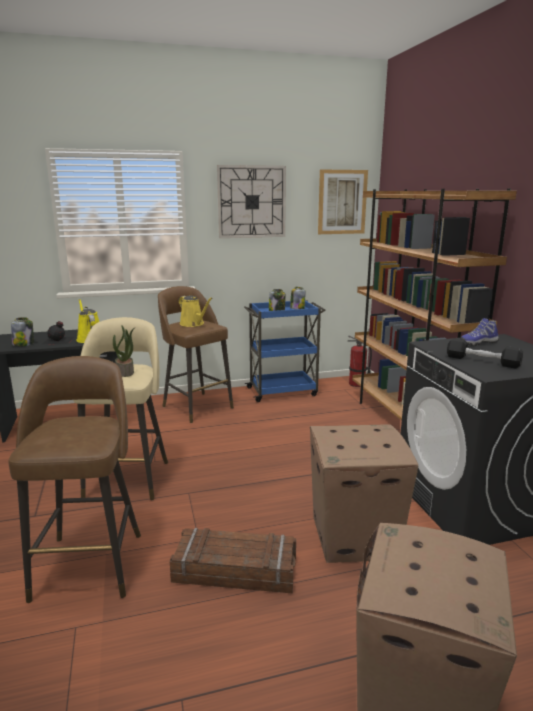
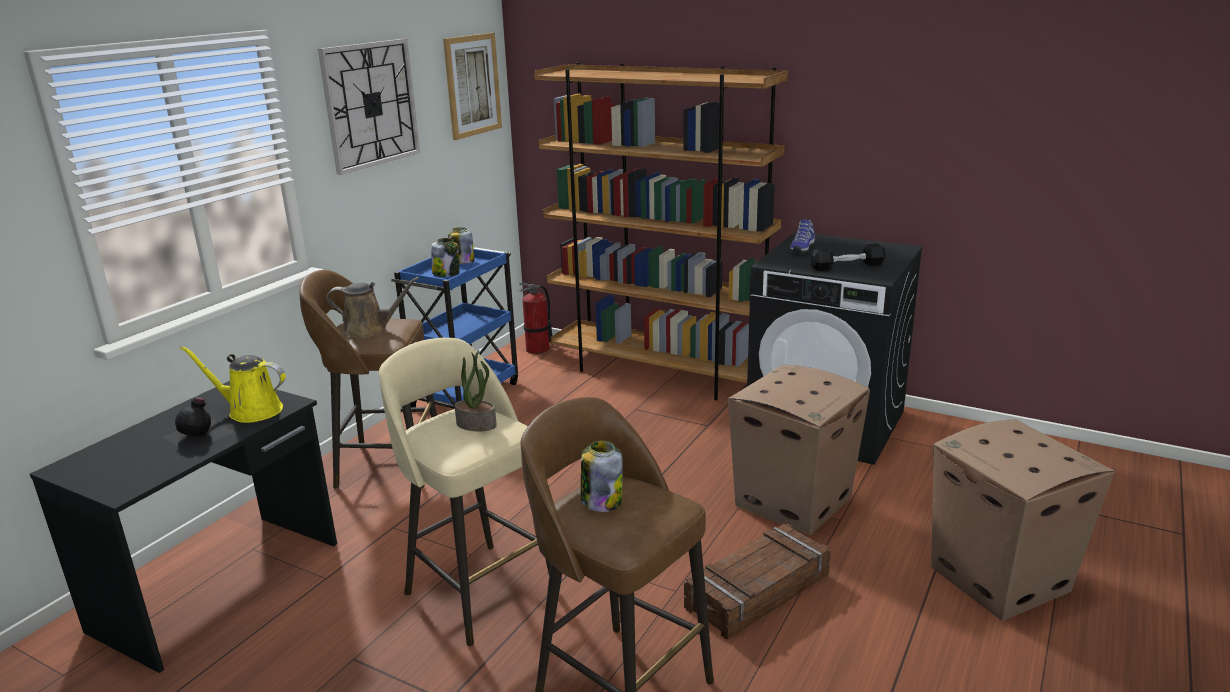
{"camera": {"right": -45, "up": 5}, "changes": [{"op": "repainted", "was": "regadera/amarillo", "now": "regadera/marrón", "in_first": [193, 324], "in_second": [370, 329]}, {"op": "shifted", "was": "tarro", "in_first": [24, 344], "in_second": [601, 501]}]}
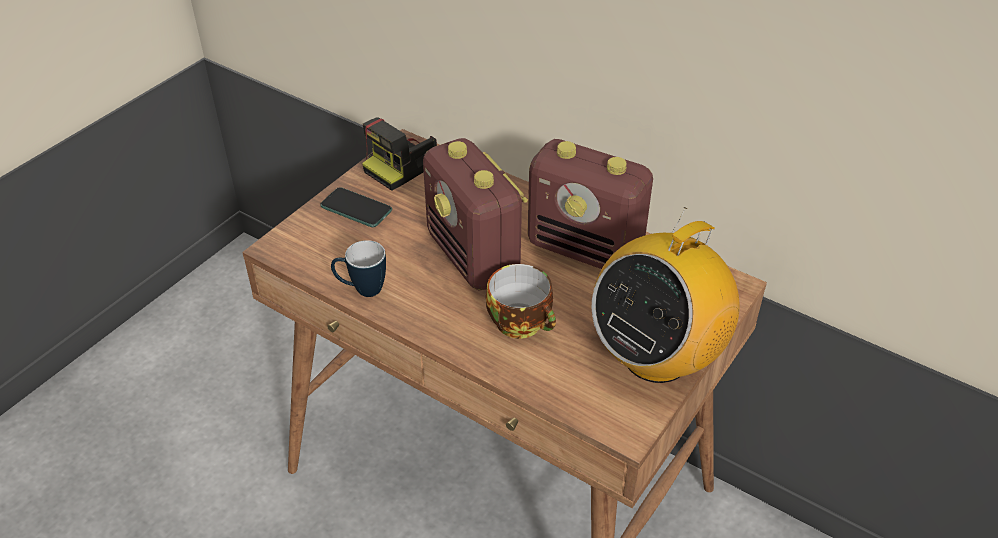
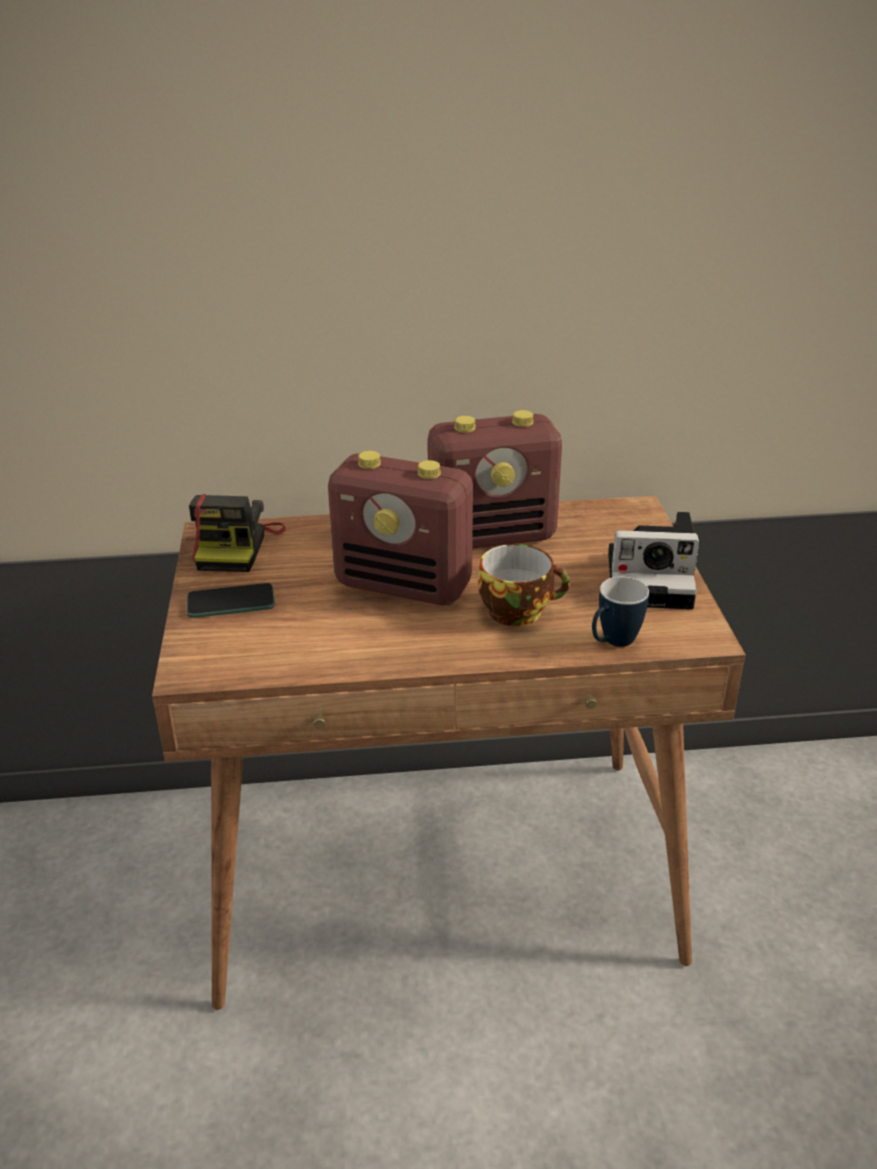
{"camera": {"right": -40, "up": -10}, "changes": [{"op": "swapped", "was": "radio", "now": "cámara", "in_first": [656, 356], "in_second": [653, 579]}, {"op": "shifted", "was": "taza grande", "in_first": [361, 290], "in_second": [612, 643]}]}
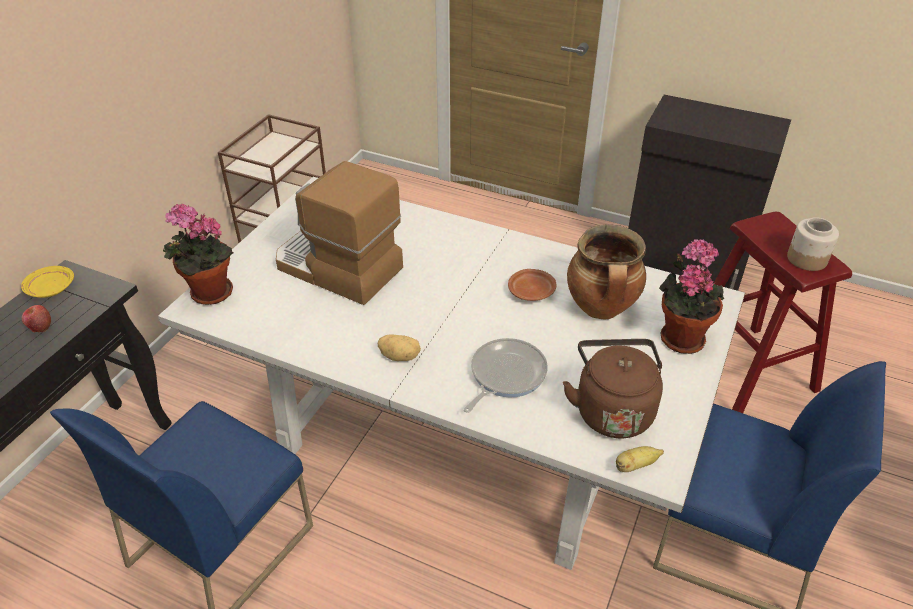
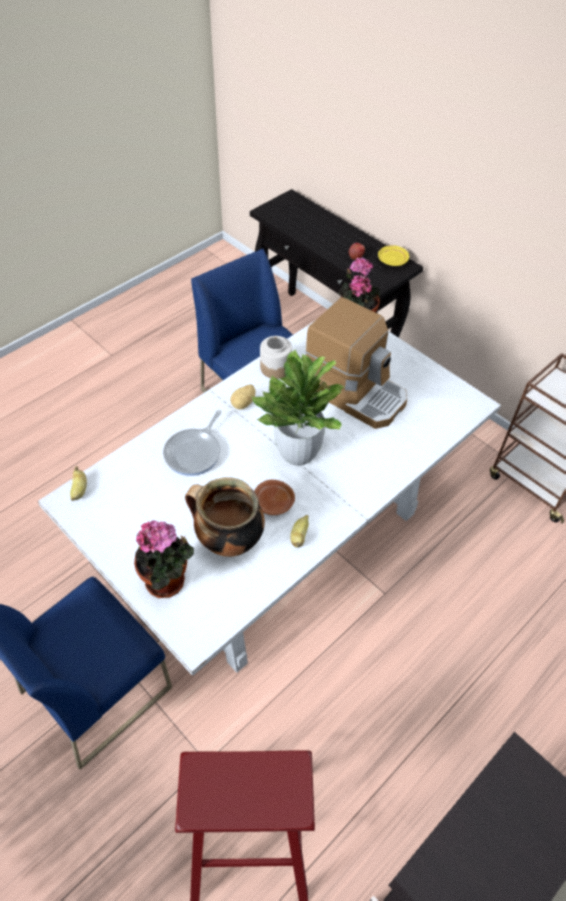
{"camera": {"right": 110, "up": 10}, "changes": [{"op": "rotated", "was": "cafetera", "in_first": [337, 269], "in_second": [356, 392], "clockwise": 75}, {"op": "shifted", "was": "tarro", "in_first": [806, 259], "in_second": [275, 367]}, {"op": "rotated", "was": "sartén", "in_first": [505, 375], "in_second": [195, 452], "clockwise": 60}, {"op": "gone", "was": "hervidor/marrón", "in_first": [612, 409]}, {"op": "new", "now": "planta en maceta", "in_second": [298, 453]}, {"op": "new", "now": "plátano", "in_second": [299, 536]}]}
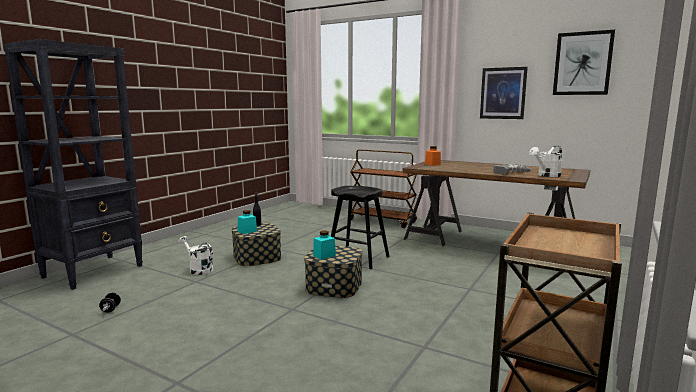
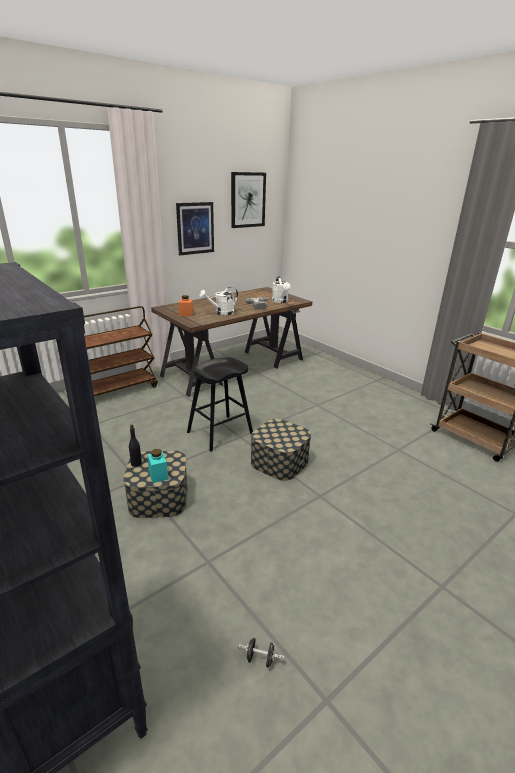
{"camera": {"right": -70, "up": 15}, "changes": [{"op": "gone", "was": "tarro/turquesa", "in_first": [324, 255]}, {"op": "shifted", "was": "regadera/blanco", "in_first": [198, 269], "in_second": [221, 313]}]}
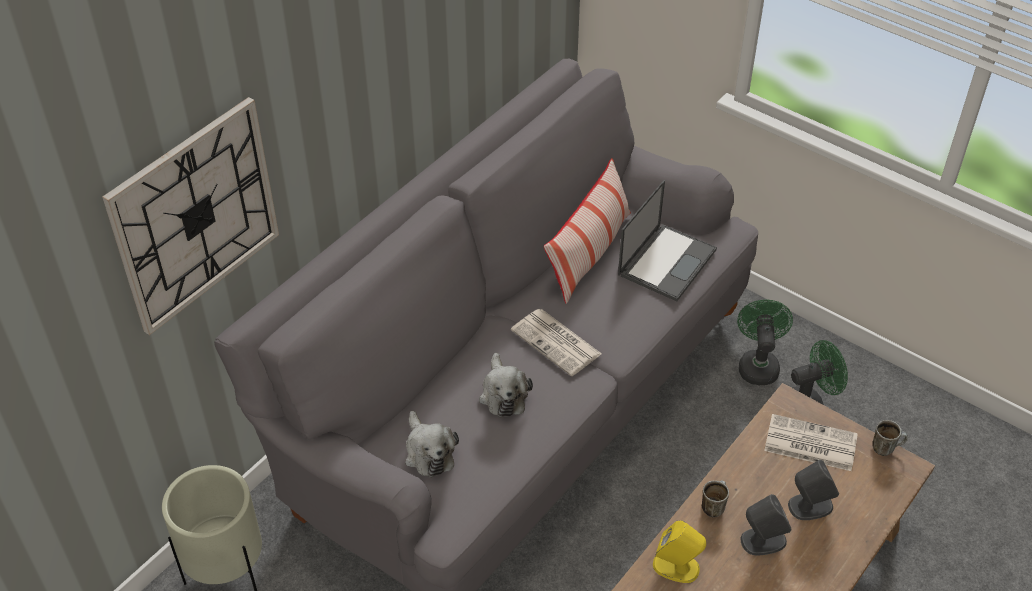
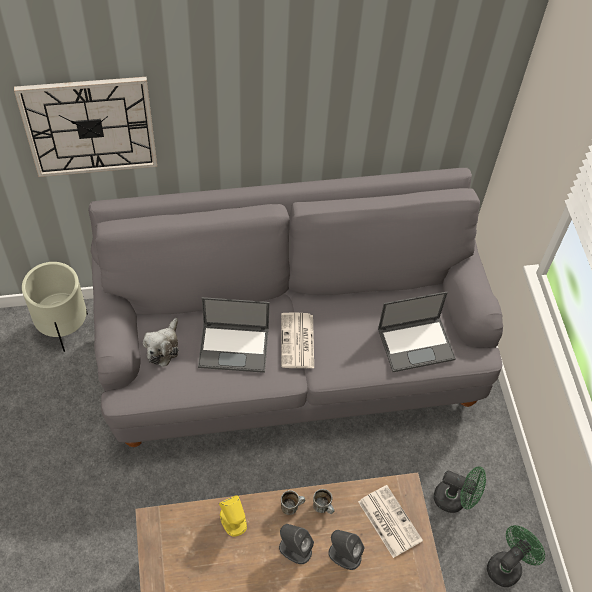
{"camera": {"right": 40, "up": 10}, "changes": [{"op": "gone", "was": "cojín", "in_first": [589, 253]}, {"op": "shifted", "was": "ventilador/verde", "in_first": [757, 364], "in_second": [507, 565]}, {"op": "swapped", "was": "peluche", "now": "portátil", "in_first": [503, 394], "in_second": [235, 347]}, {"op": "shifted", "was": "taza grande", "in_first": [886, 448], "in_second": [323, 507]}]}
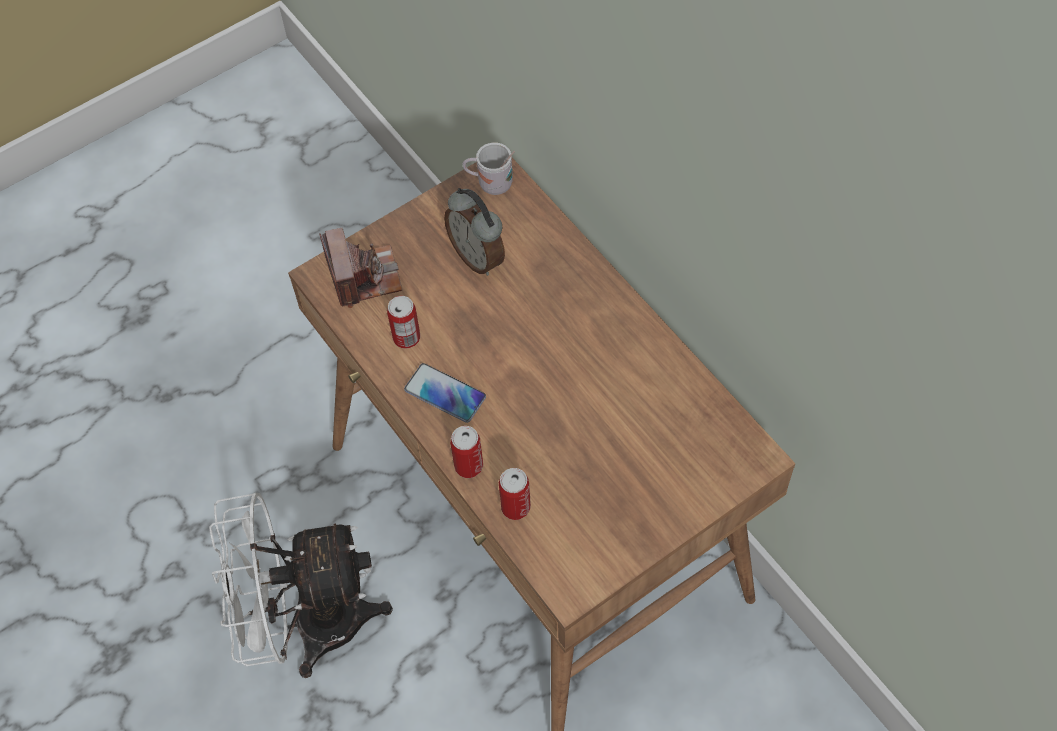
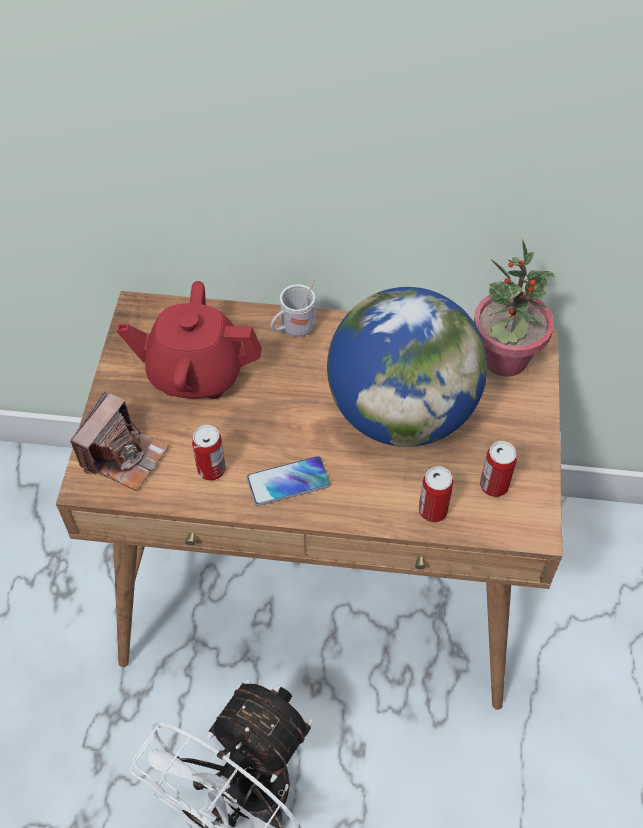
{"camera": {"right": -50, "up": -5}, "changes": [{"op": "shifted", "was": "taza grande/blanco", "in_first": [490, 183], "in_second": [293, 329]}, {"op": "swapped", "was": "despertador", "now": "tetera/rojo", "in_first": [478, 256], "in_second": [195, 373]}, {"op": "rotated", "was": "cámara", "in_first": [364, 276], "in_second": [124, 456], "clockwise": 90}, {"op": "shifted", "was": "lata", "in_first": [468, 466], "in_second": [494, 485]}, {"op": "new", "now": "planta en maceta", "in_second": [504, 359]}, {"op": "new", "now": "globo terráqueo", "in_second": [401, 412]}]}
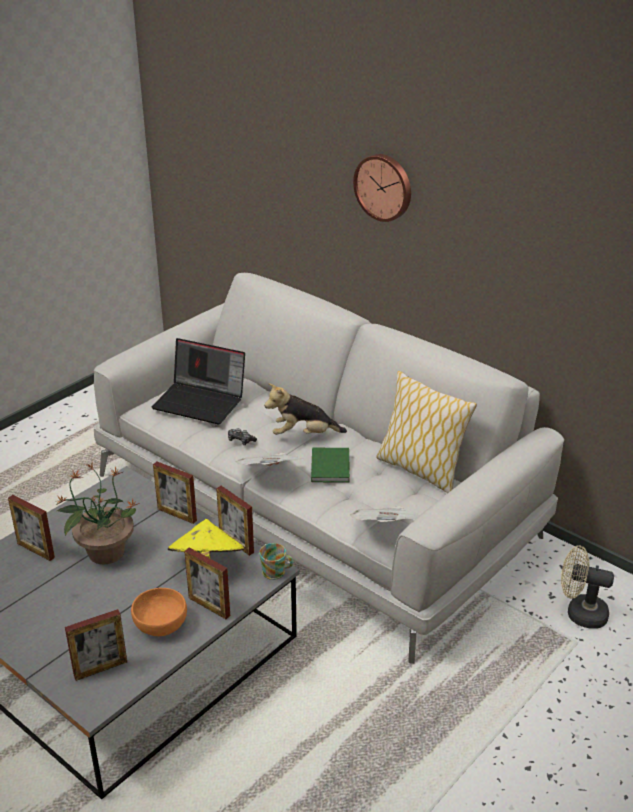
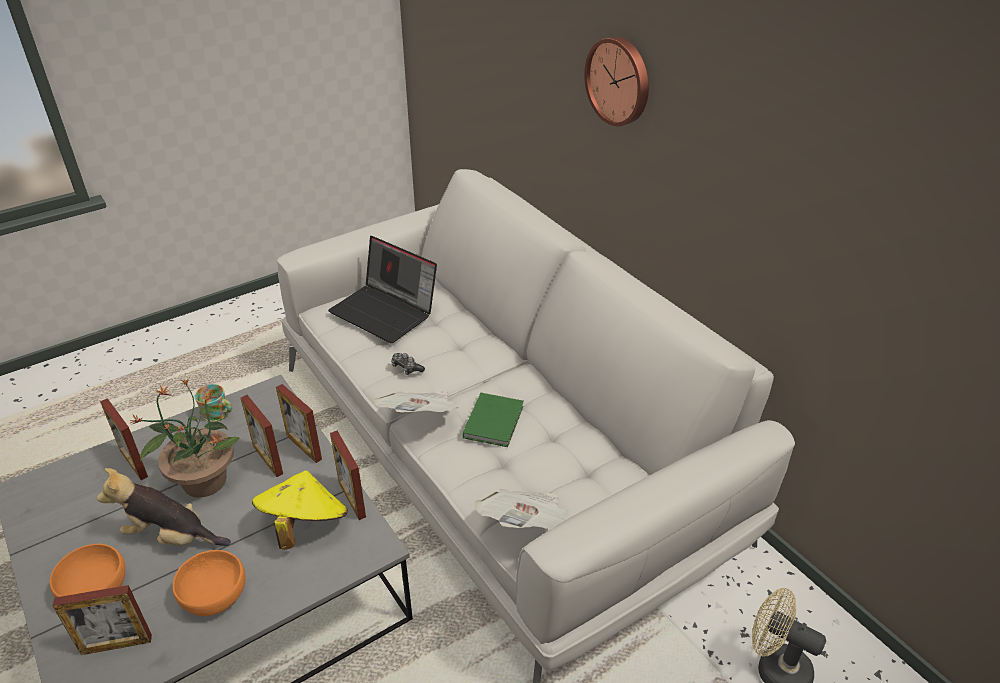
{"camera": {"right": 15, "up": 5}, "changes": [{"op": "gone", "was": "cojín", "in_first": [420, 470]}, {"op": "shifted", "was": "peluche", "in_first": [303, 435], "in_second": [171, 537]}, {"op": "shifted", "was": "taza grande", "in_first": [277, 572], "in_second": [218, 415]}, {"op": "shifted", "was": "portarretratos", "in_first": [209, 606], "in_second": [268, 460]}, {"op": "new", "now": "cuenco/naranja", "in_second": [94, 589]}]}
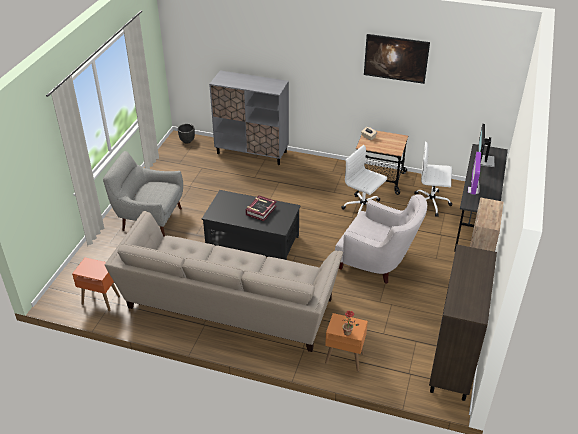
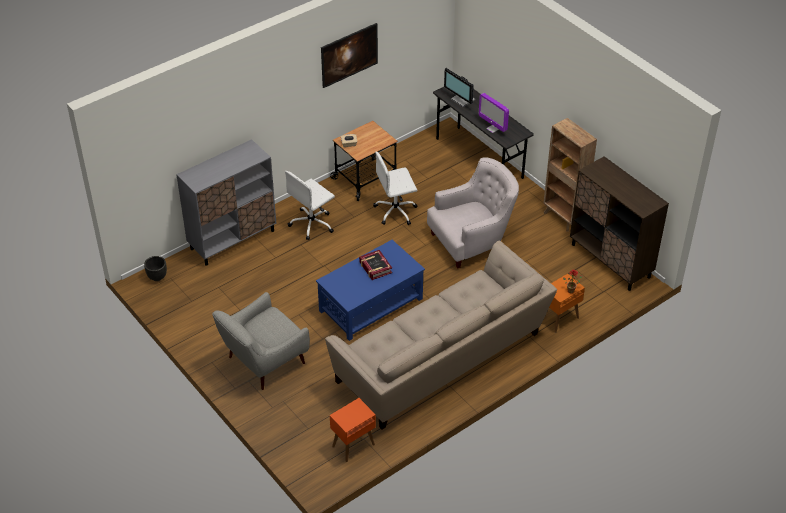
{"camera": {"right": -55, "up": 5}, "changes": [{"op": "shifted", "was": "silla de oficina/blanco", "in_first": [431, 203], "in_second": [312, 224]}, {"op": "repainted", "was": "mesa de centro/negro", "now": "mesa de centro/azul", "in_first": [252, 241], "in_second": [370, 305]}]}
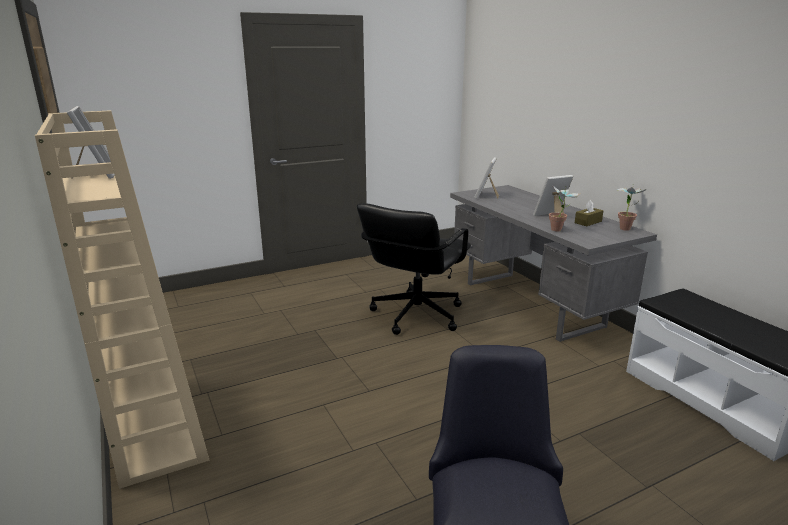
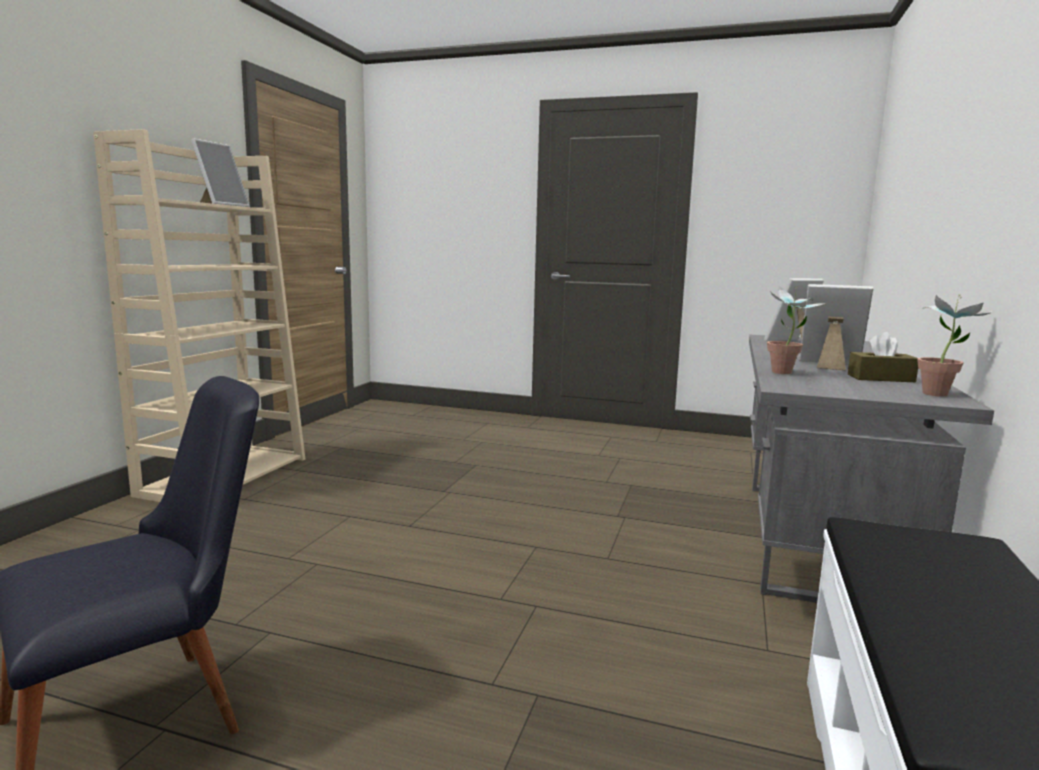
{"camera": {"right": 45, "up": -10}, "changes": [{"op": "gone", "was": "silla de oficina/negro", "in_first": [415, 315]}]}
